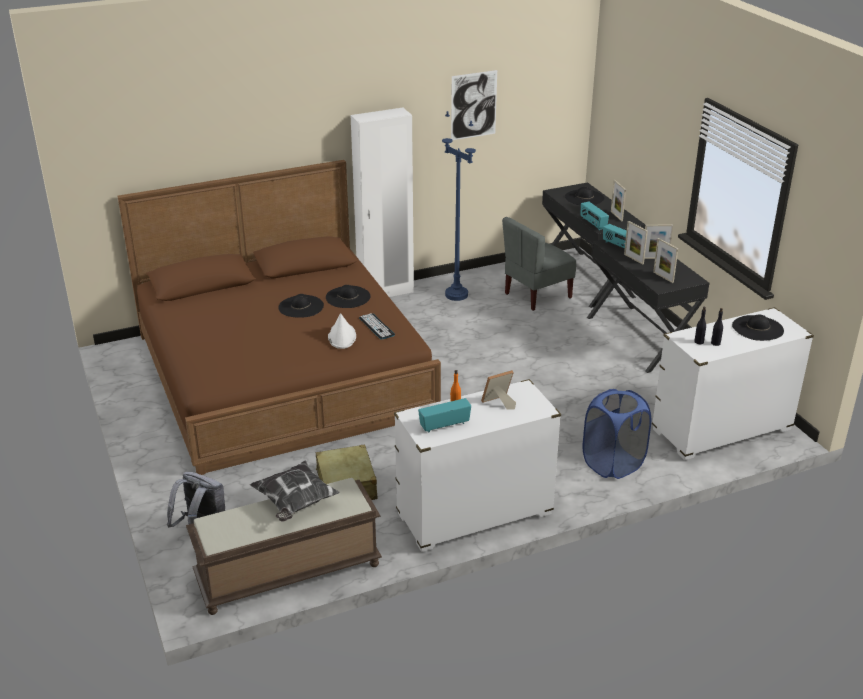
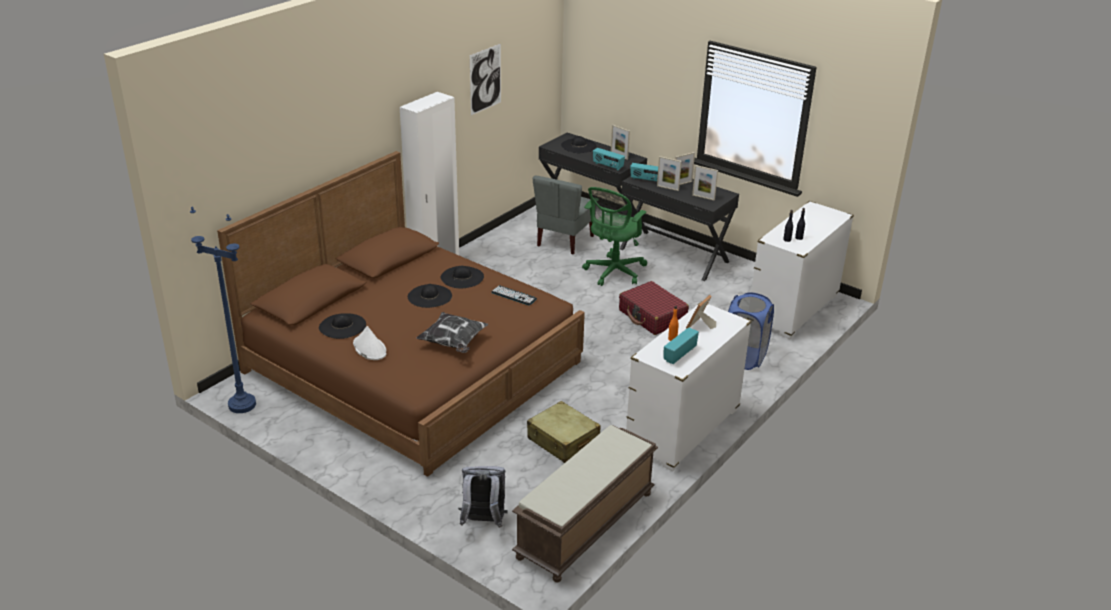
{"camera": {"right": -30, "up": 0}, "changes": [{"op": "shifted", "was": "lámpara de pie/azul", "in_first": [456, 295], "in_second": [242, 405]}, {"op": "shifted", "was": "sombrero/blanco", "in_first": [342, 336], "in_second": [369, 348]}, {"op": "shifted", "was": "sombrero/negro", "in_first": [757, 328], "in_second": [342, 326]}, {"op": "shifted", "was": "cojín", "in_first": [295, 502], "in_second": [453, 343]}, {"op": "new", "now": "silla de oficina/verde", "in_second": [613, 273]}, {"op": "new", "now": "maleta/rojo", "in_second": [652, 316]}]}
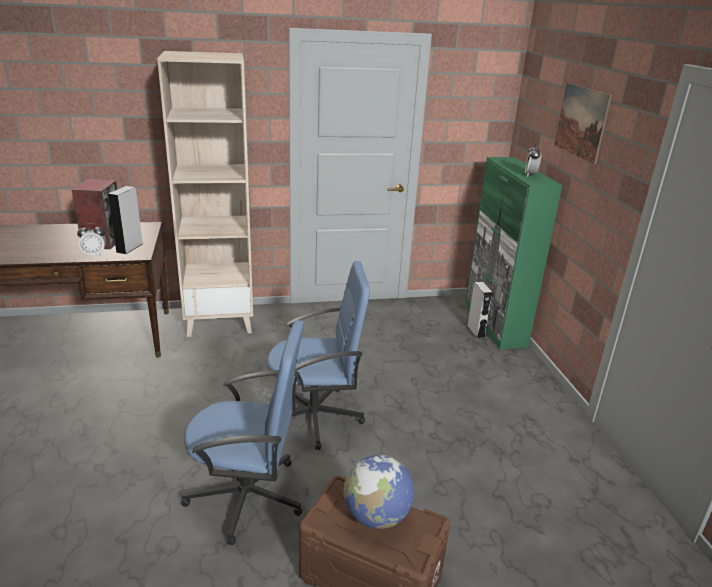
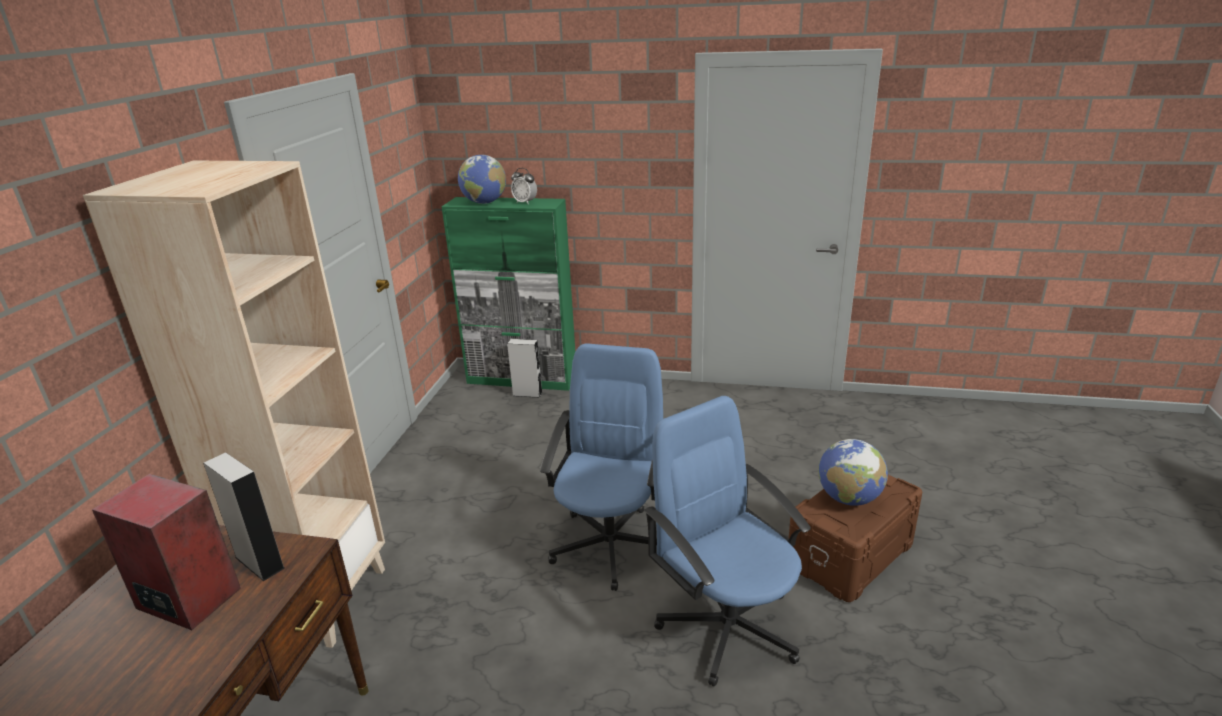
{"camera": {"right": -65, "up": 0}, "changes": [{"op": "gone", "was": "cuadro", "in_first": [581, 122]}, {"op": "gone", "was": "despertador", "in_first": [94, 255]}, {"op": "rotated", "was": "silla de oficina/azul", "in_first": [248, 496], "in_second": [727, 625], "clockwise": -60}, {"op": "new", "now": "globo terráqueo", "in_second": [484, 203]}]}
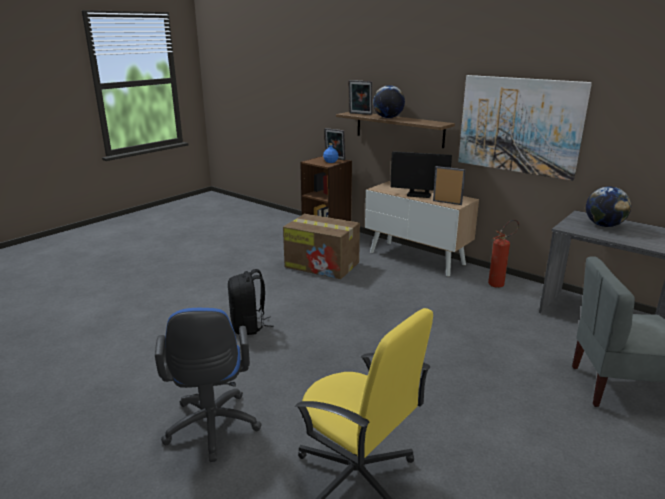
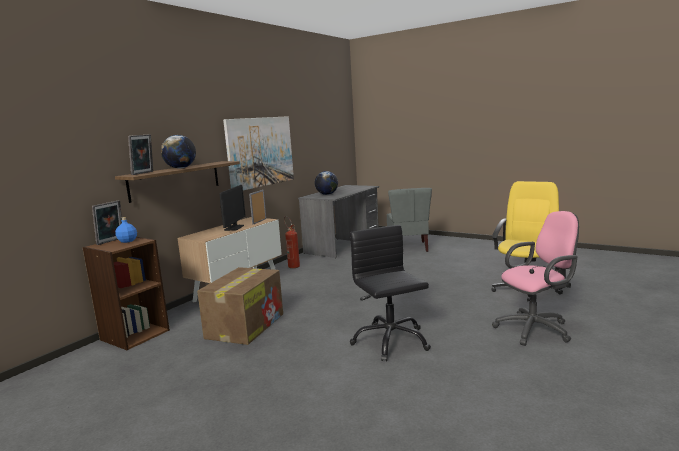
{"camera": {"right": -95, "up": -10}, "changes": [{"op": "swapped", "was": "mochila/negro", "now": "silla de oficina/negro", "in_first": [249, 326], "in_second": [390, 341]}, {"op": "repainted", "was": "silla de oficina/azul", "now": "silla de oficina/rosa", "in_first": [212, 430], "in_second": [536, 329]}]}
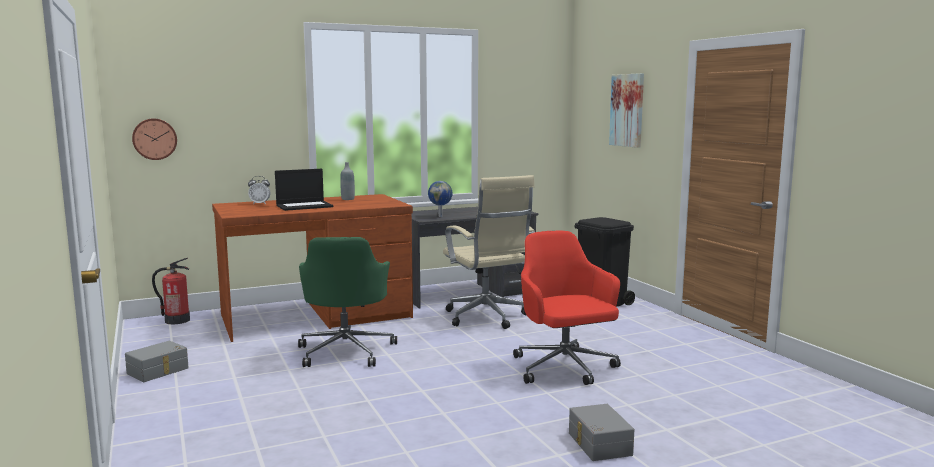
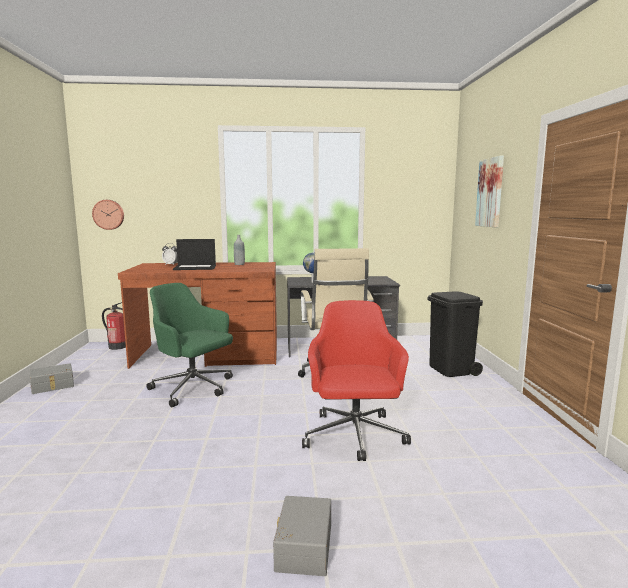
{"camera": {"right": 20, "up": 0}, "changes": [{"op": "rotated", "was": "silla de oficina/verde", "in_first": [346, 351], "in_second": [193, 388], "clockwise": 105}]}
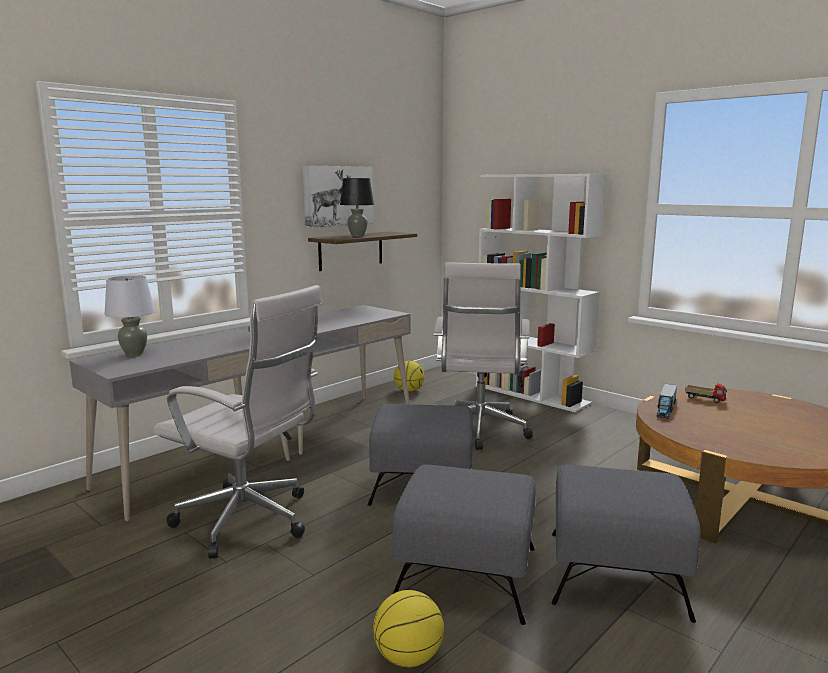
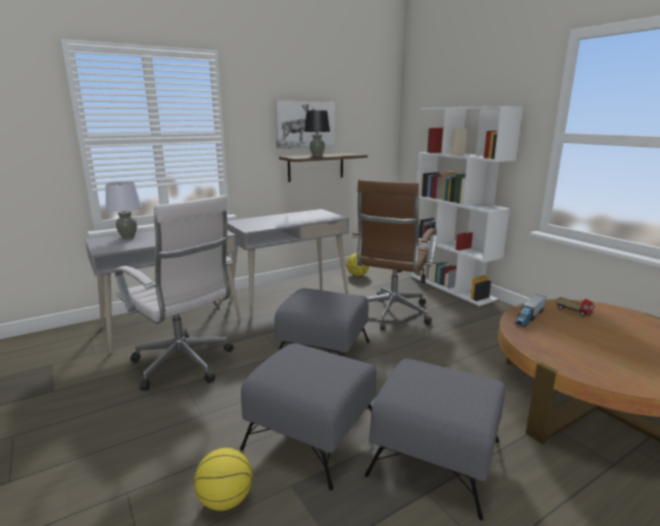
{"camera": {"right": 15, "up": 5}, "changes": [{"op": "repainted", "was": "silla de oficina/blanco", "now": "silla de oficina/marrón", "in_first": [479, 432], "in_second": [391, 314]}]}
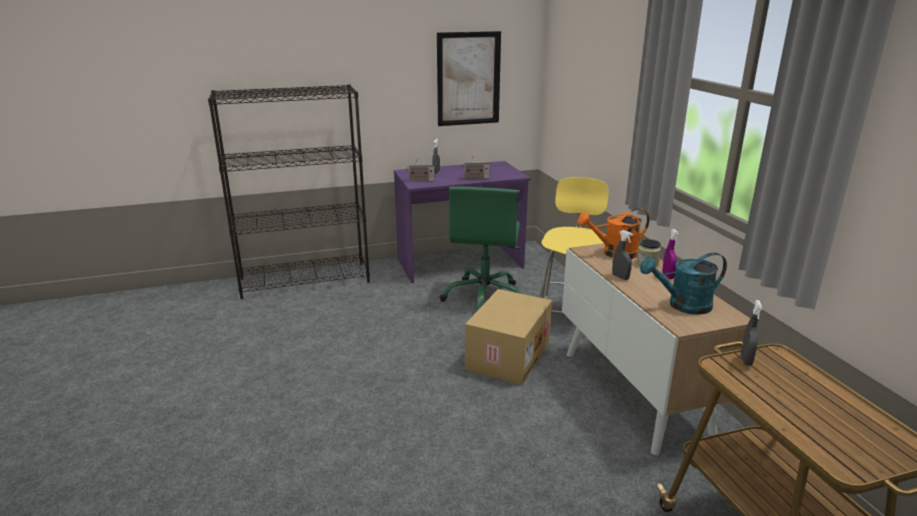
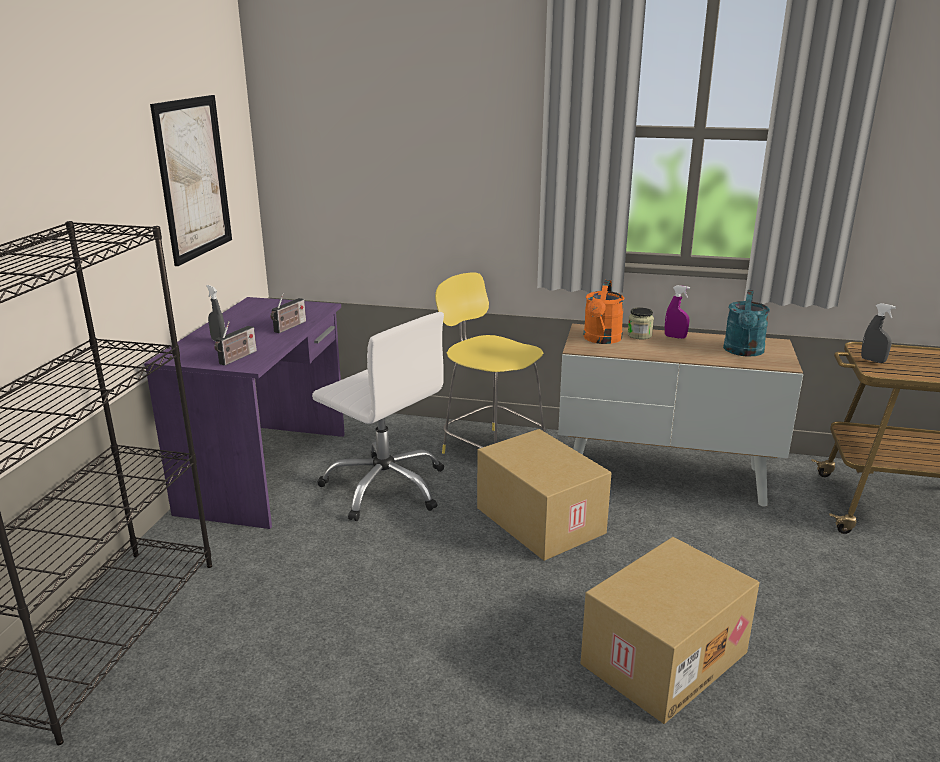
{"camera": {"right": -60, "up": 0}, "changes": [{"op": "repainted", "was": "silla de oficina/verde", "now": "silla de oficina/blanco", "in_first": [485, 297], "in_second": [385, 487]}, {"op": "gone", "was": "pulverizador/gris", "in_first": [620, 277]}, {"op": "new", "now": "caja de cartón", "in_second": [663, 656]}]}
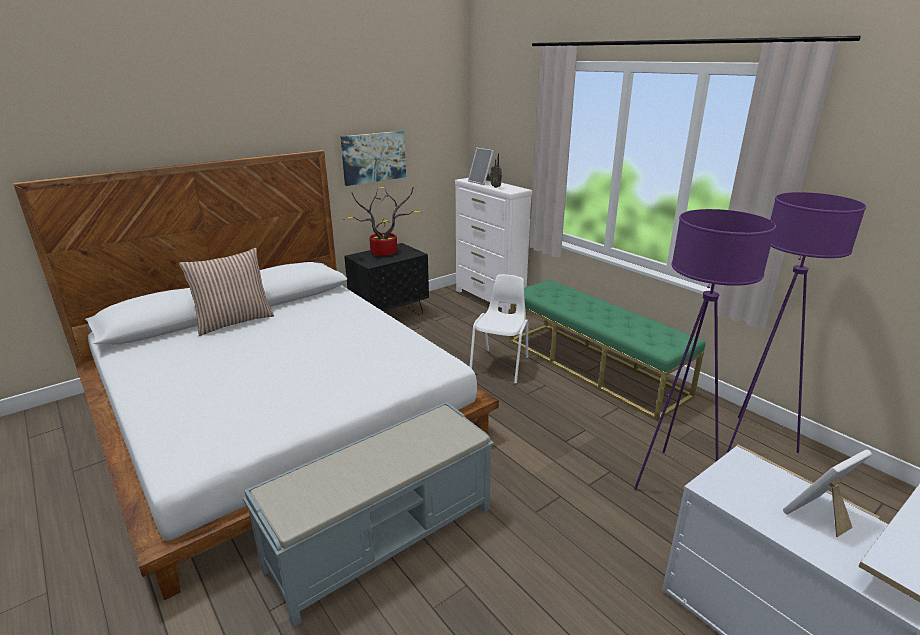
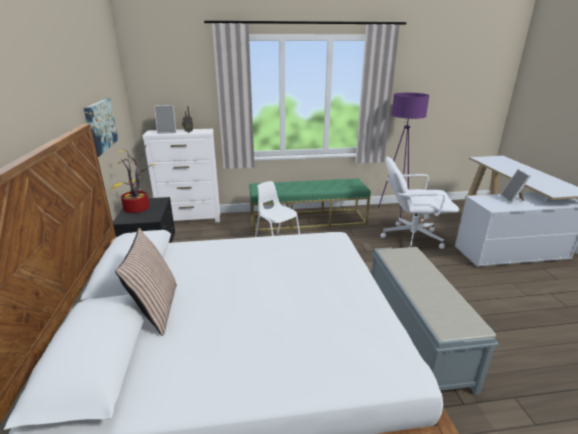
{"camera": {"right": -60, "up": 0}, "changes": [{"op": "swapped", "was": "lámpara de pie/morado", "now": "silla de oficina/blanco", "in_first": [672, 480], "in_second": [411, 238]}]}
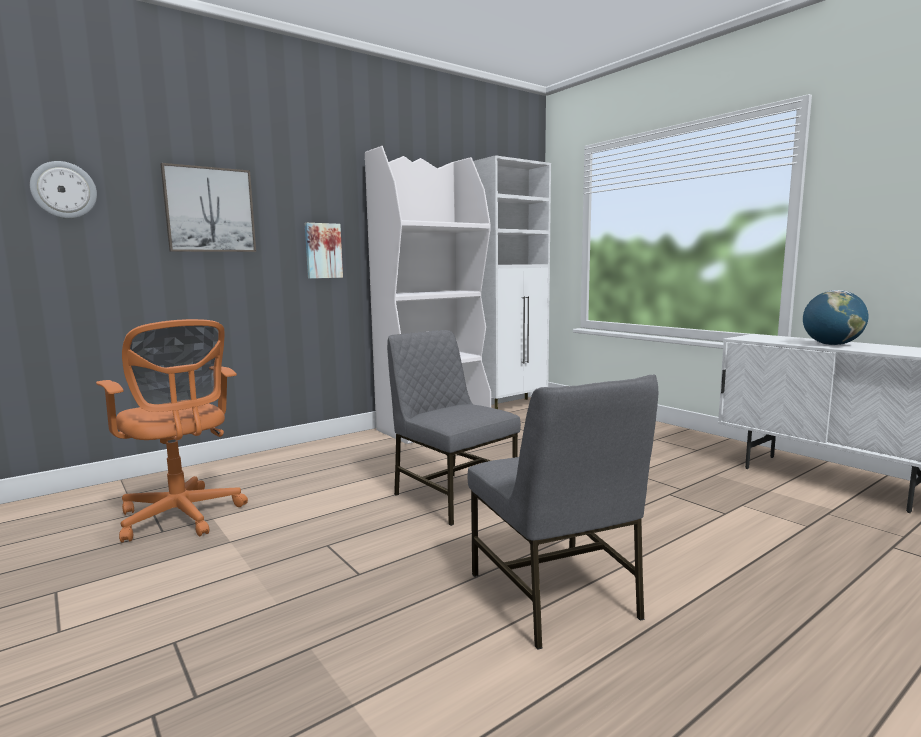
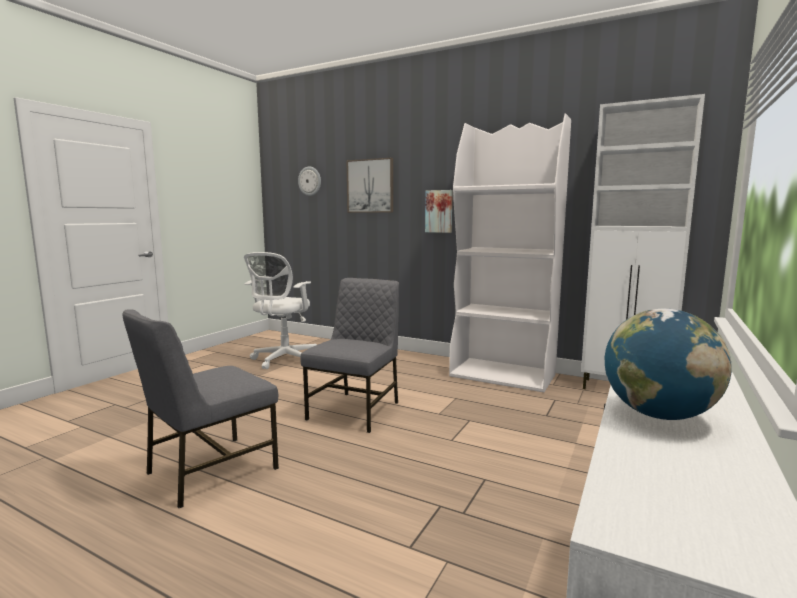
{"camera": {"right": 65, "up": 0}, "changes": [{"op": "repainted", "was": "silla de oficina/naranja", "now": "silla de oficina/blanco", "in_first": [182, 517], "in_second": [283, 360]}]}
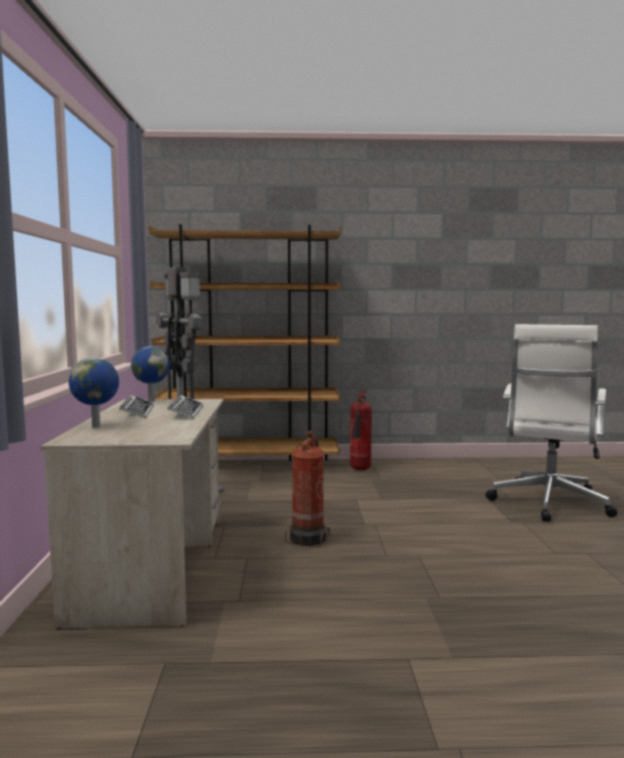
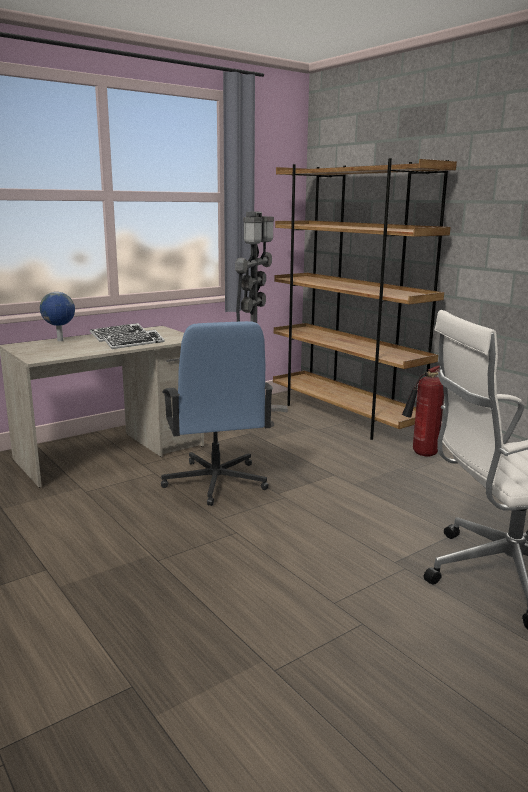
{"camera": {"right": 55, "up": 10}, "changes": [{"op": "gone", "was": "globo terráqueo", "in_first": [151, 400]}, {"op": "swapped", "was": "extintor", "now": "silla de oficina/azul", "in_first": [309, 539], "in_second": [215, 482]}]}
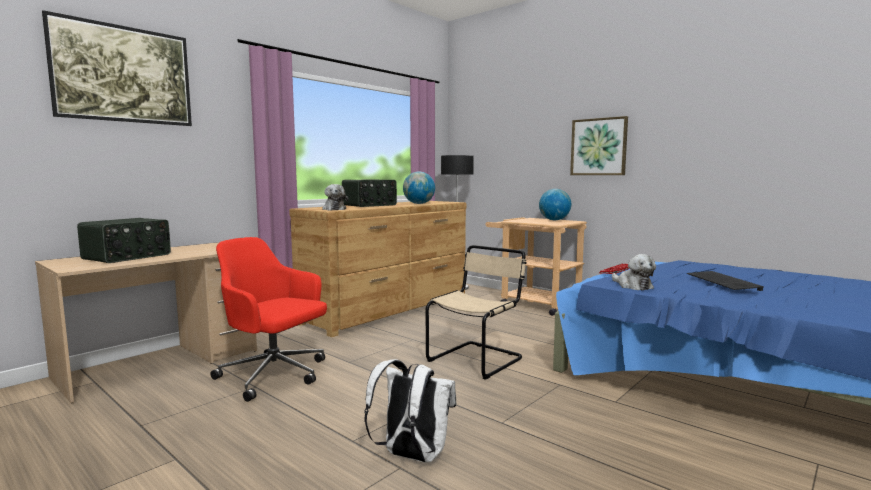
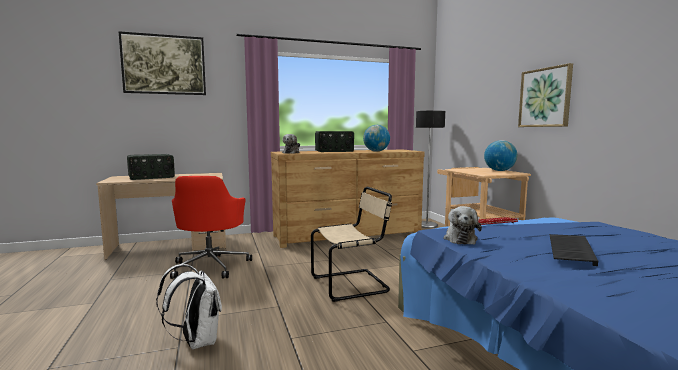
{"camera": {"right": 30, "up": 0}, "changes": [{"op": "rotated", "was": "silla de oficina/rojo", "in_first": [274, 375], "in_second": [211, 266], "clockwise": -150}]}
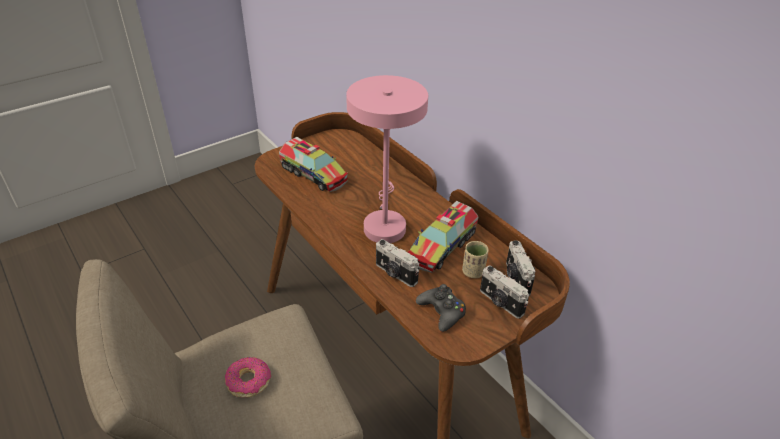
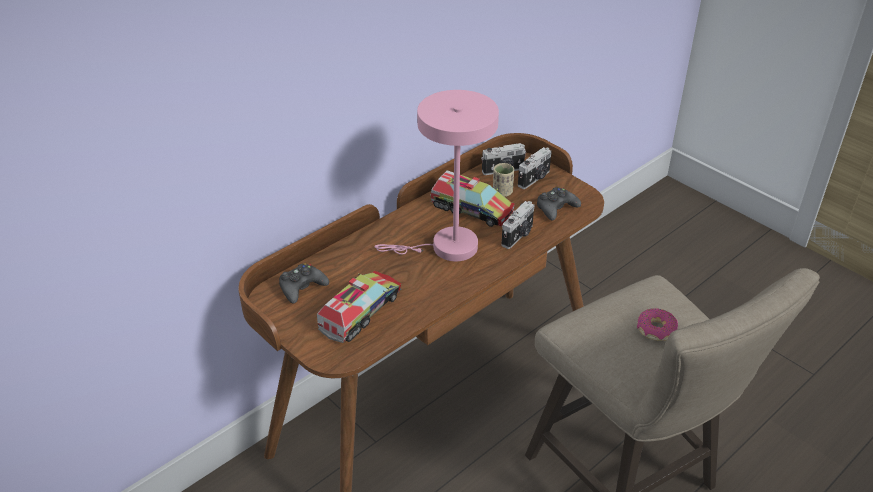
{"camera": {"right": -95, "up": 0}, "changes": [{"op": "new", "now": "mando de consola/negro", "in_second": [302, 287]}]}
